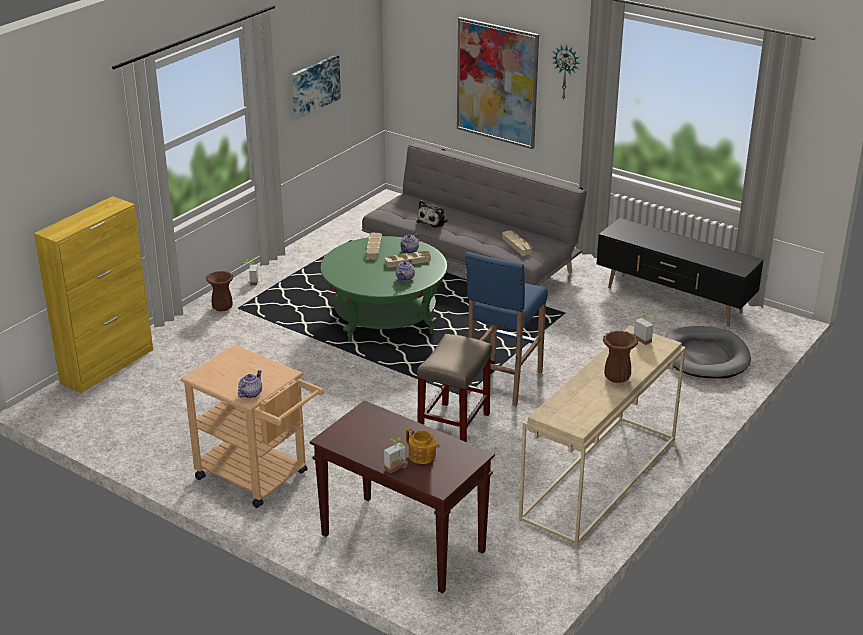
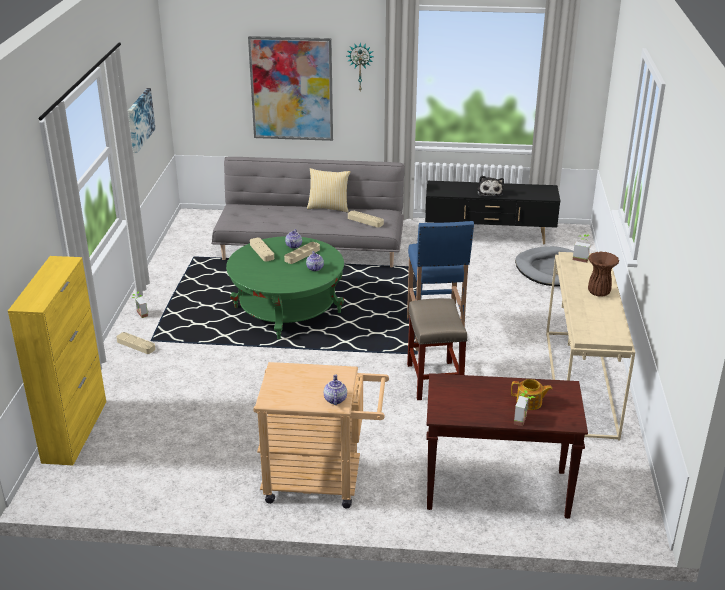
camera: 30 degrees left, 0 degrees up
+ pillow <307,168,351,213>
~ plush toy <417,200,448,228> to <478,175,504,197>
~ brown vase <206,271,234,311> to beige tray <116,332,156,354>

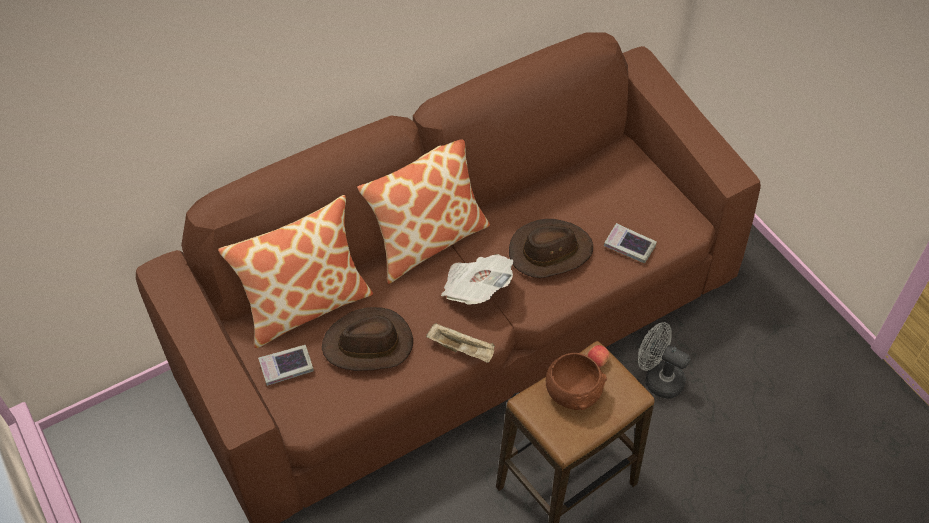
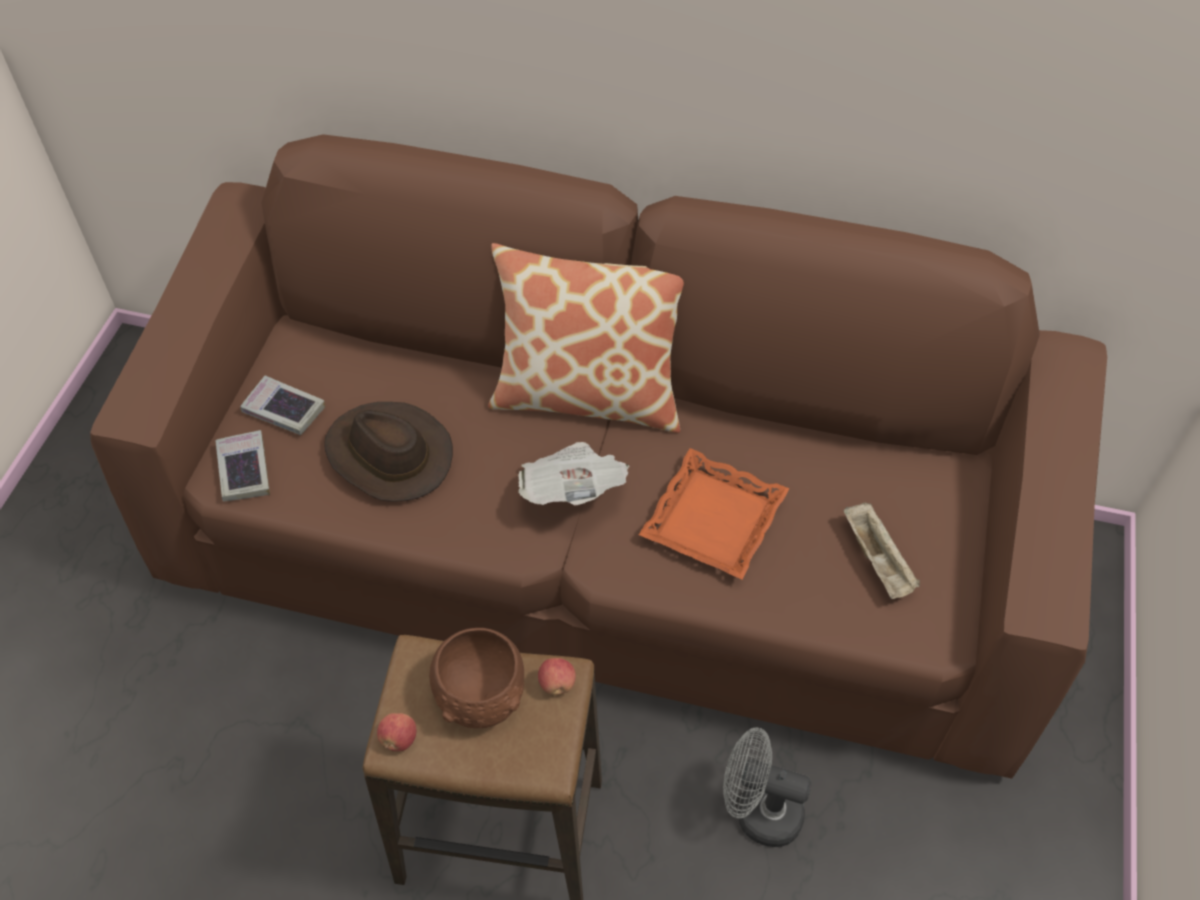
camera: 45 degrees right, 0 degrees up
- pillow <218,195,373,348>
+ apple <377,713,416,751>
~ beige tray <426,323,495,363> to <843,502,920,599>
~ book <604,223,657,264> to <215,430,270,502>
~ brown hat <509,219,593,278> to orange tray <639,448,789,579>
~ grey fan <638,322,690,399> = <723,727,812,847> 60 degrees counterclockwise

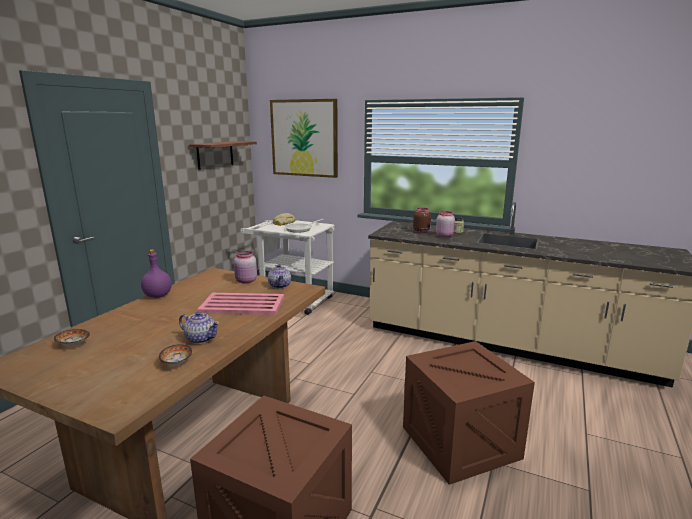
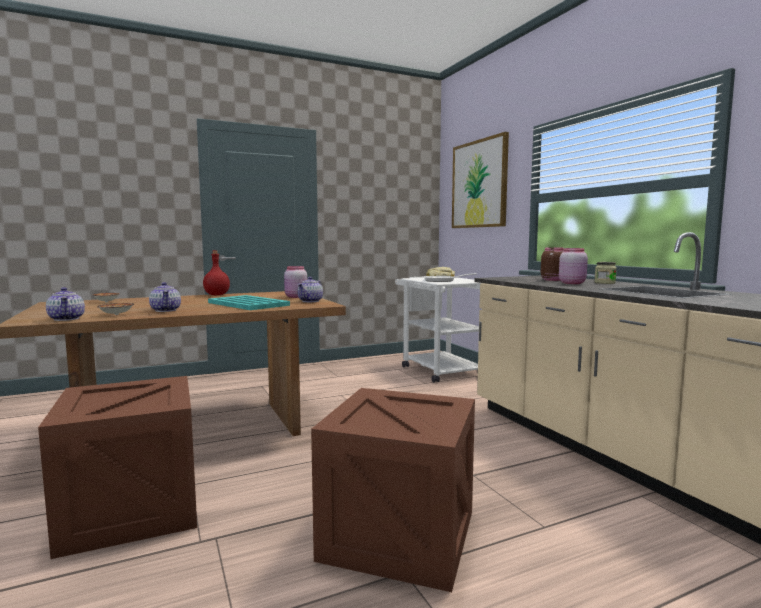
camera: 40 degrees right, 10 degrees down
- shelf <189,141,257,170>
+ teapot <46,287,85,321>
~ purple bottle <141,249,172,298> to red bottle <203,250,230,295>
~ pink tray <197,293,284,315> to turquoise tray <208,295,290,310>

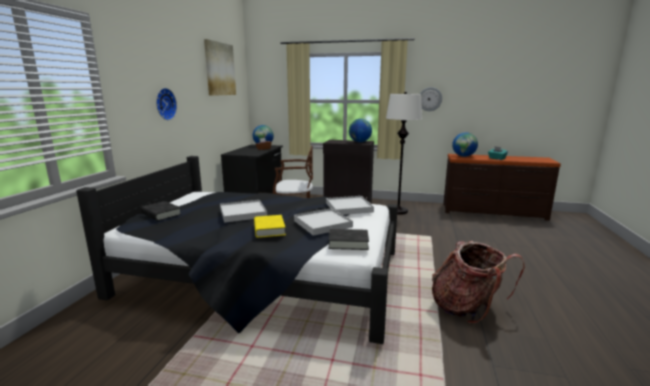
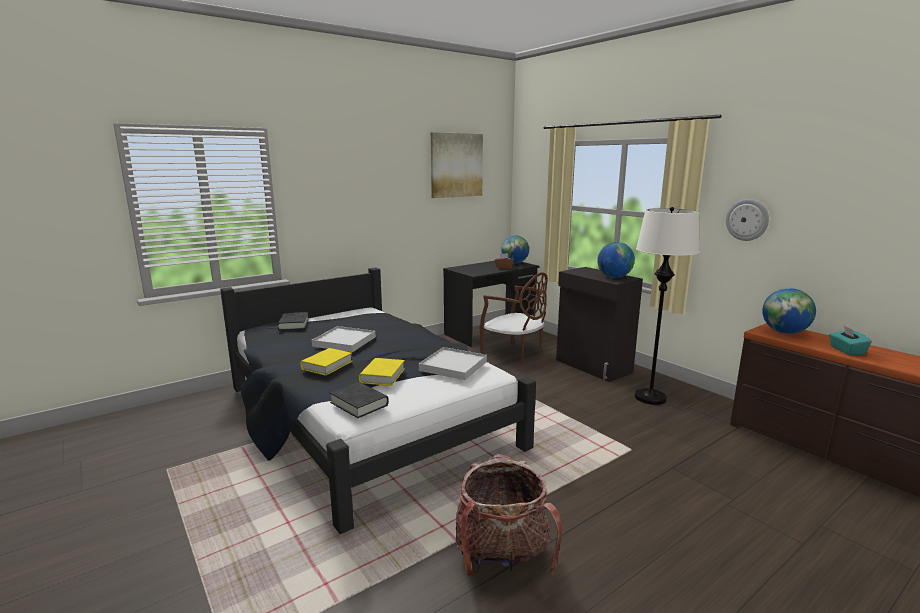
camera: 40 degrees right, 0 degrees up
- wall clock <156,88,177,120>
~ white tray <294,208,353,236> to yellow book <359,358,405,386>

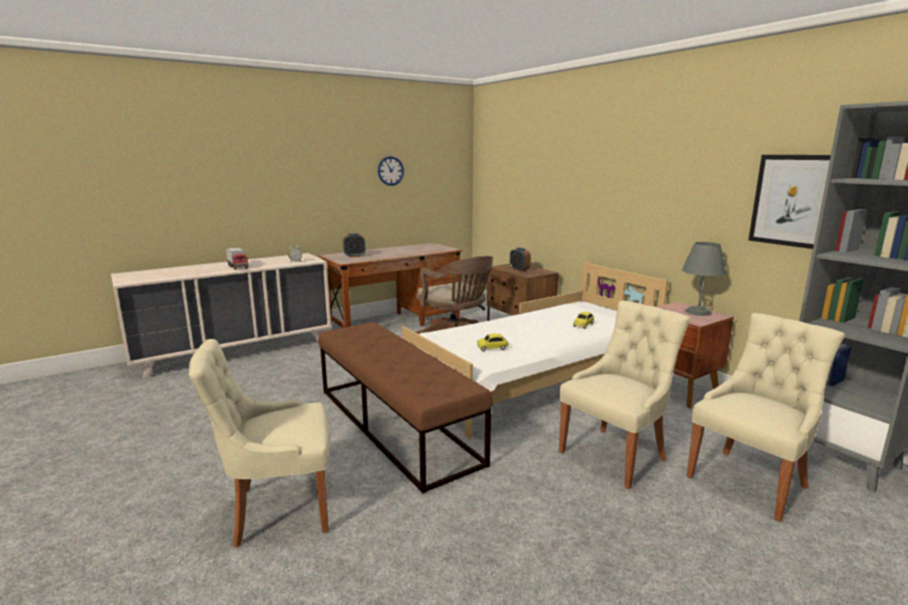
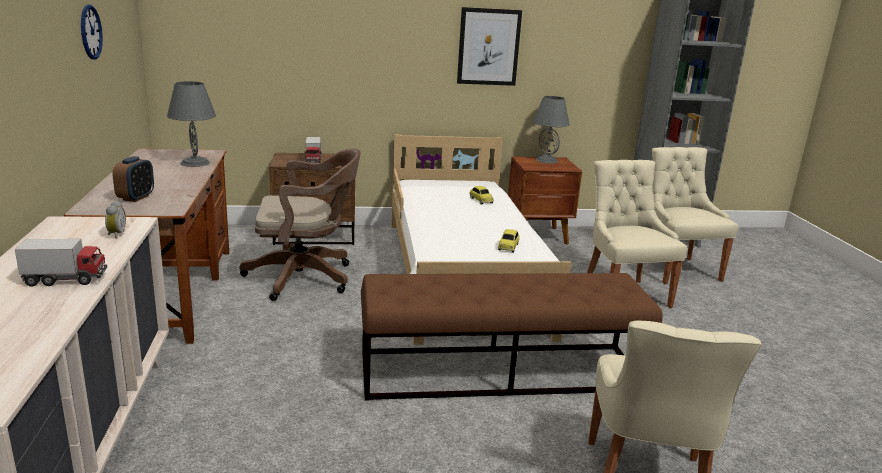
camera: 65 degrees left, 5 degrees up
+ grey table lamp <167,81,216,167>
~ picture <748,155,831,249> to <457,7,522,86>
~ alarm clock <510,248,531,272> to toy truck <305,137,321,163>

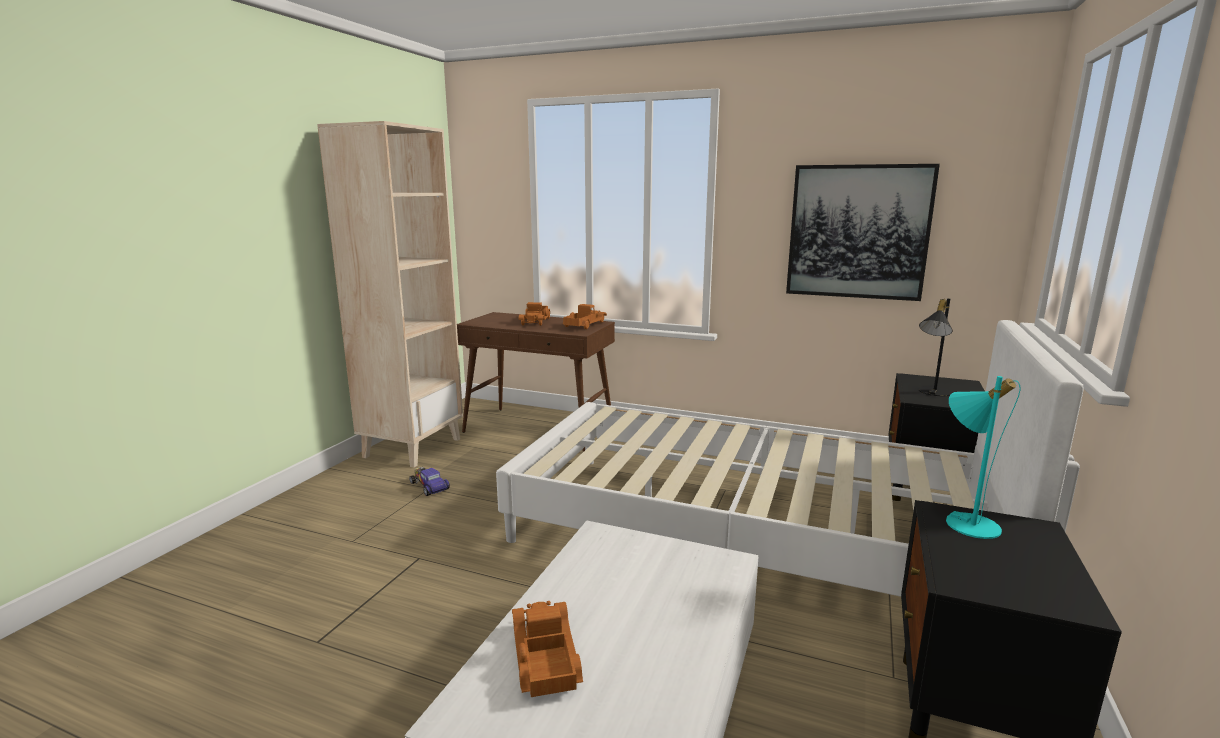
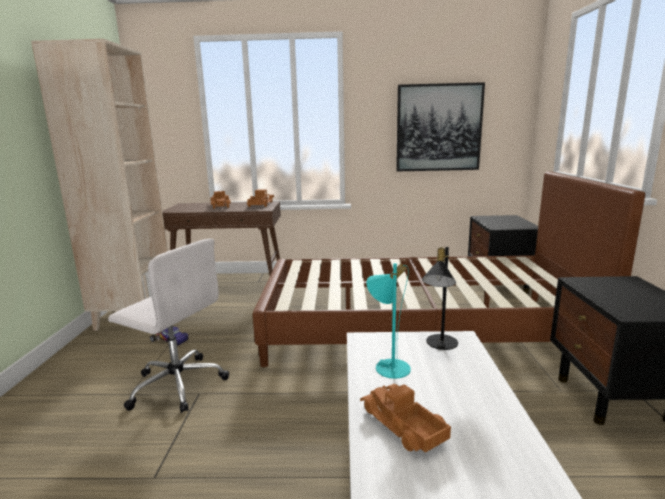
camera: 20 degrees left, 0 degrees up
+ white office chair <108,239,229,413>
~ black table lamp <919,298,953,397> to <422,247,458,350>
~ turquoise table lamp <946,376,1021,539> to <366,263,411,379>
~ white bed <496,320,1084,597> to brown bed <252,172,645,367>

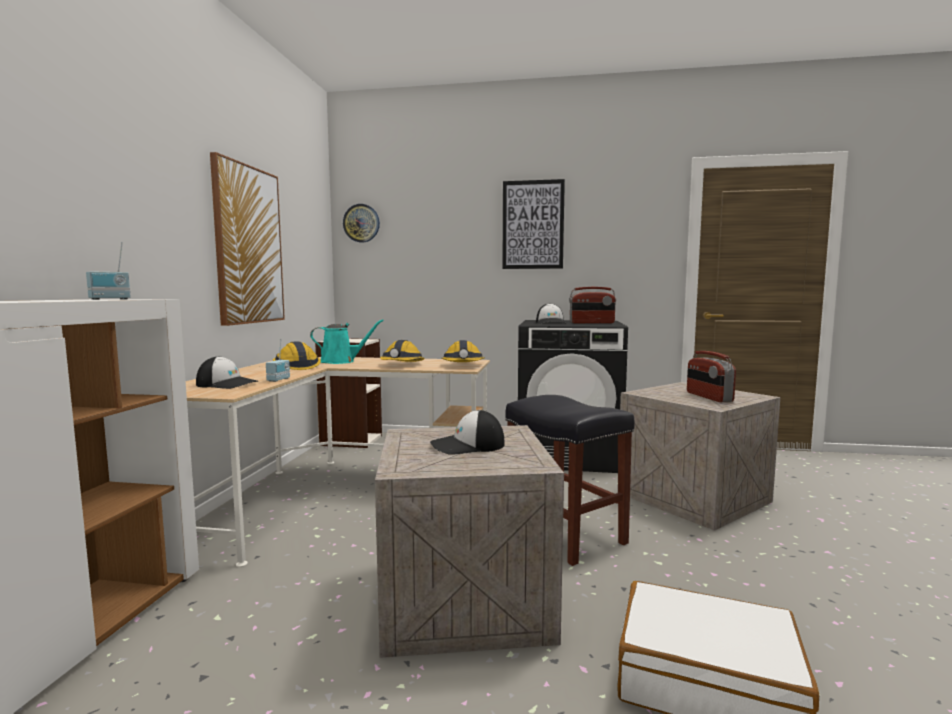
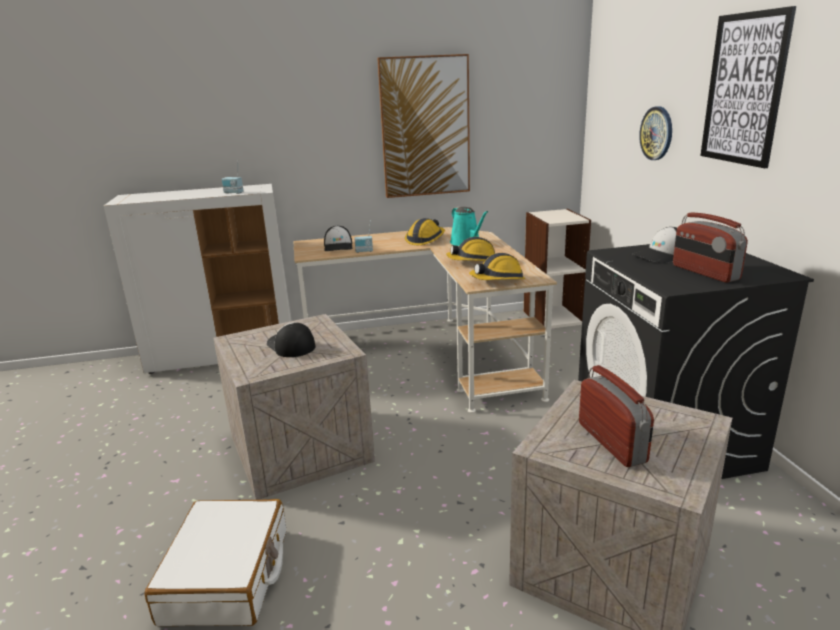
camera: 70 degrees right, 15 degrees up
- black stool <505,395,635,566>
~ wall clock <343,204,380,243> to <639,106,672,160>
~ radio <687,351,736,402> = <579,365,654,467> 105 degrees clockwise

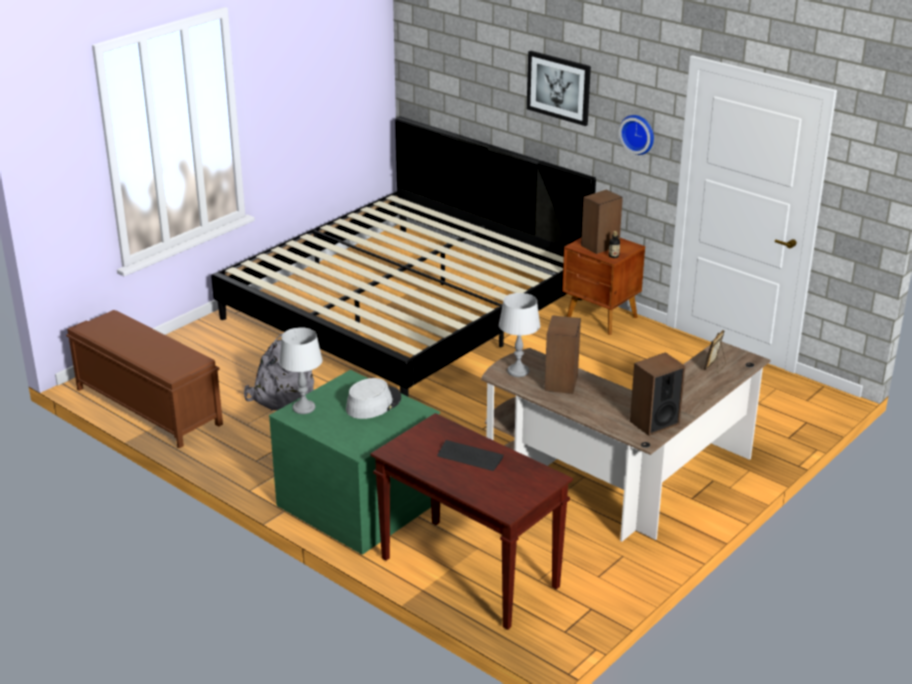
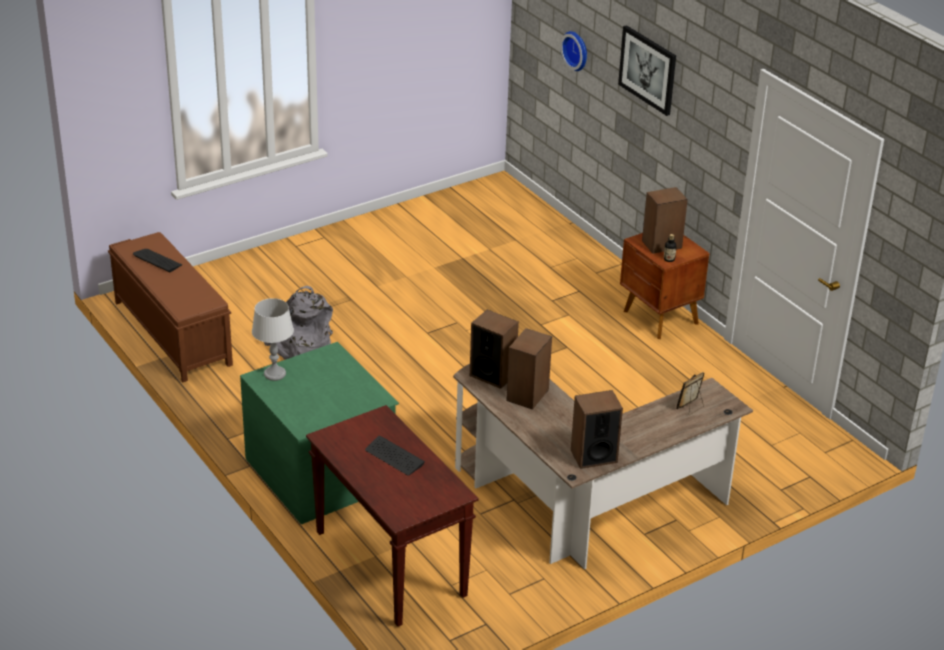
camera: 15 degrees right, 5 degrees up
- bed <211,116,596,396>
- grey hat <346,378,401,419>
+ keyboard <133,249,182,272>
~ wall clock <619,115,654,155> to <560,31,587,71>
~ grey table lamp <499,293,541,377> to speaker <470,310,519,389>

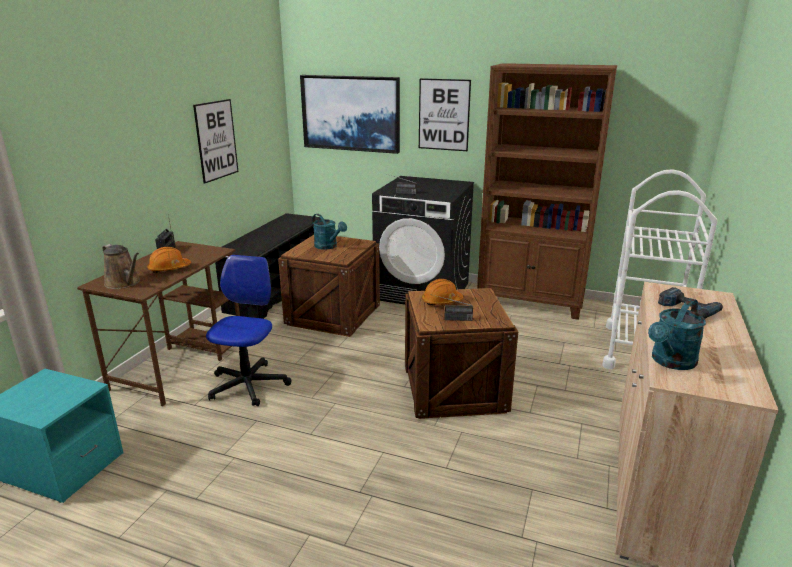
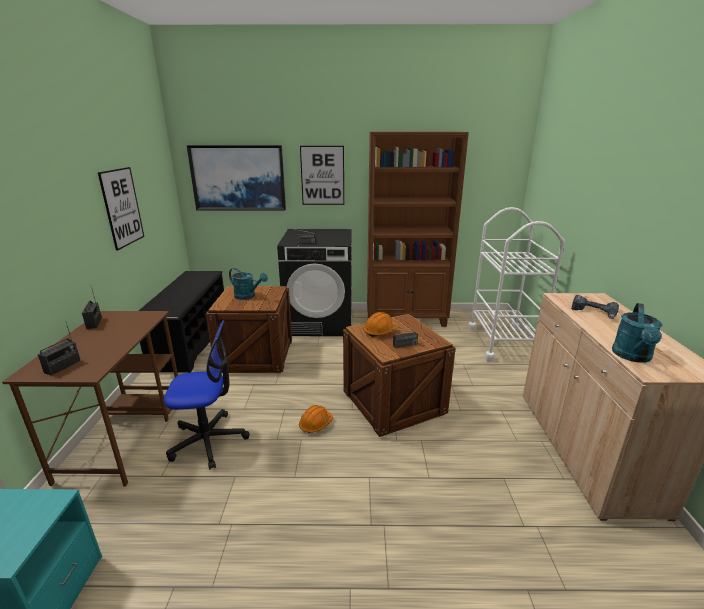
camera: 20 degrees left, 0 degrees up
~ orange hard hat <147,247,191,273> to <299,405,333,433>
~ brown watering can <102,244,140,289> to radio <37,323,81,376>
~ office chair <206,255,292,406> = <164,320,250,470> 90 degrees clockwise

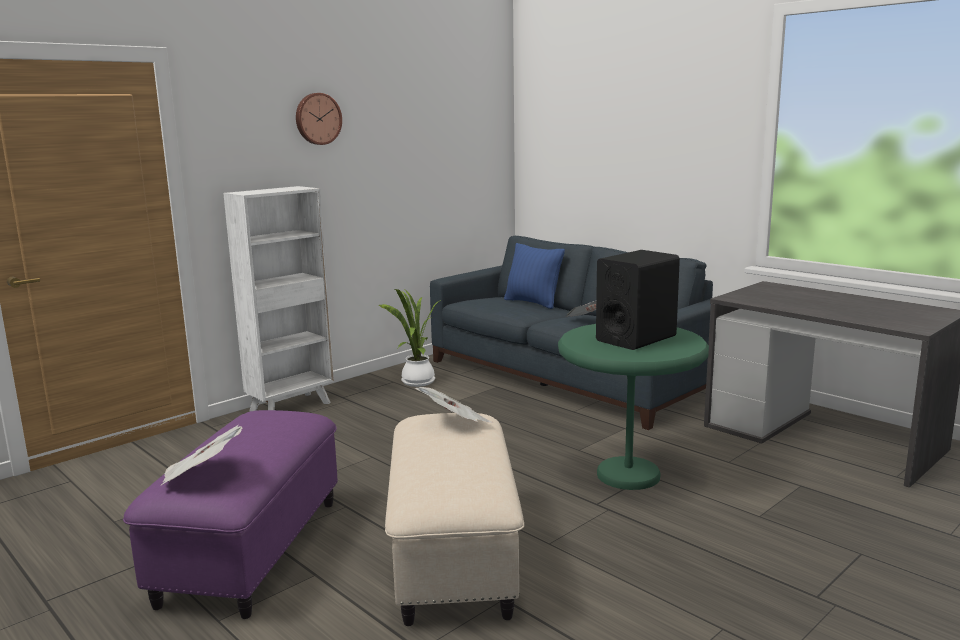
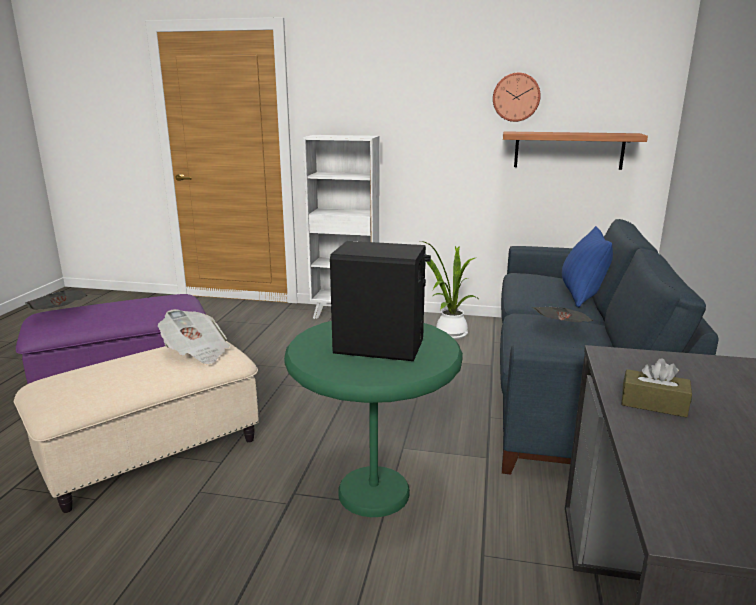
camera: 55 degrees right, 5 degrees up
+ shelf <503,131,648,170>
+ brown tissue box <621,358,692,417>
~ wall clock <296,93,342,145> to <493,73,541,122>

